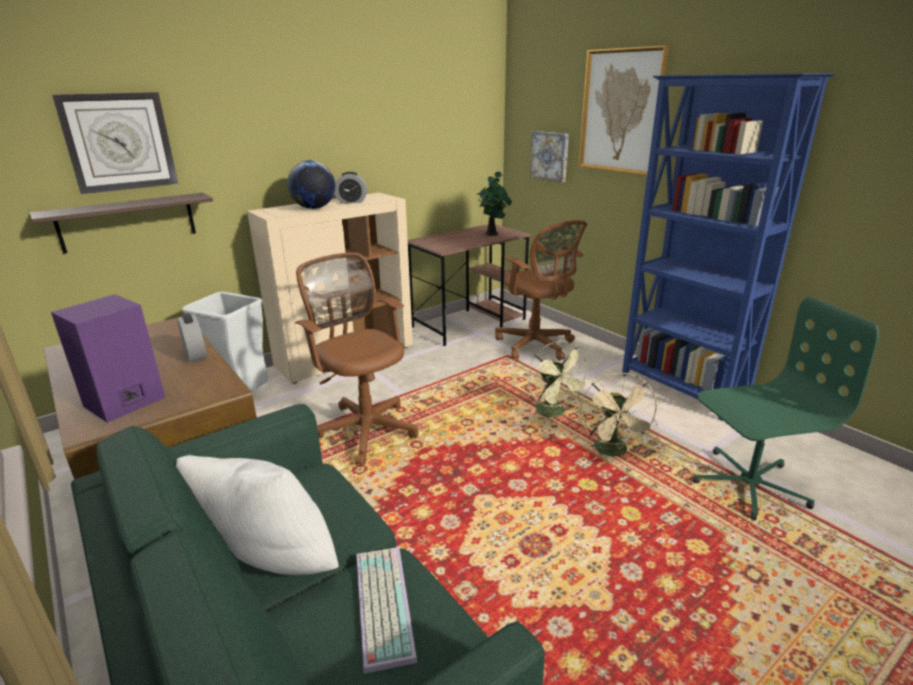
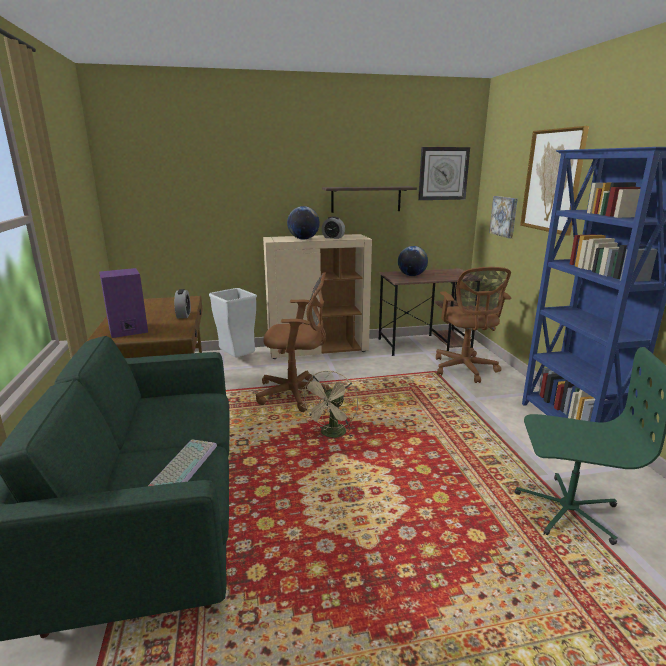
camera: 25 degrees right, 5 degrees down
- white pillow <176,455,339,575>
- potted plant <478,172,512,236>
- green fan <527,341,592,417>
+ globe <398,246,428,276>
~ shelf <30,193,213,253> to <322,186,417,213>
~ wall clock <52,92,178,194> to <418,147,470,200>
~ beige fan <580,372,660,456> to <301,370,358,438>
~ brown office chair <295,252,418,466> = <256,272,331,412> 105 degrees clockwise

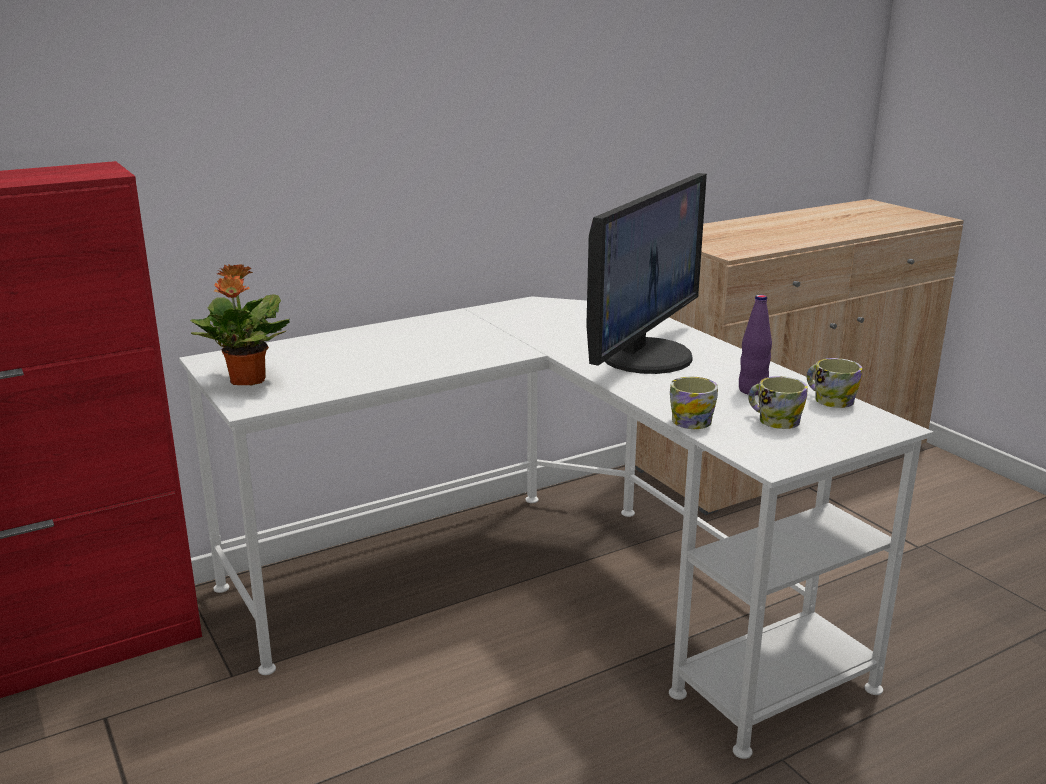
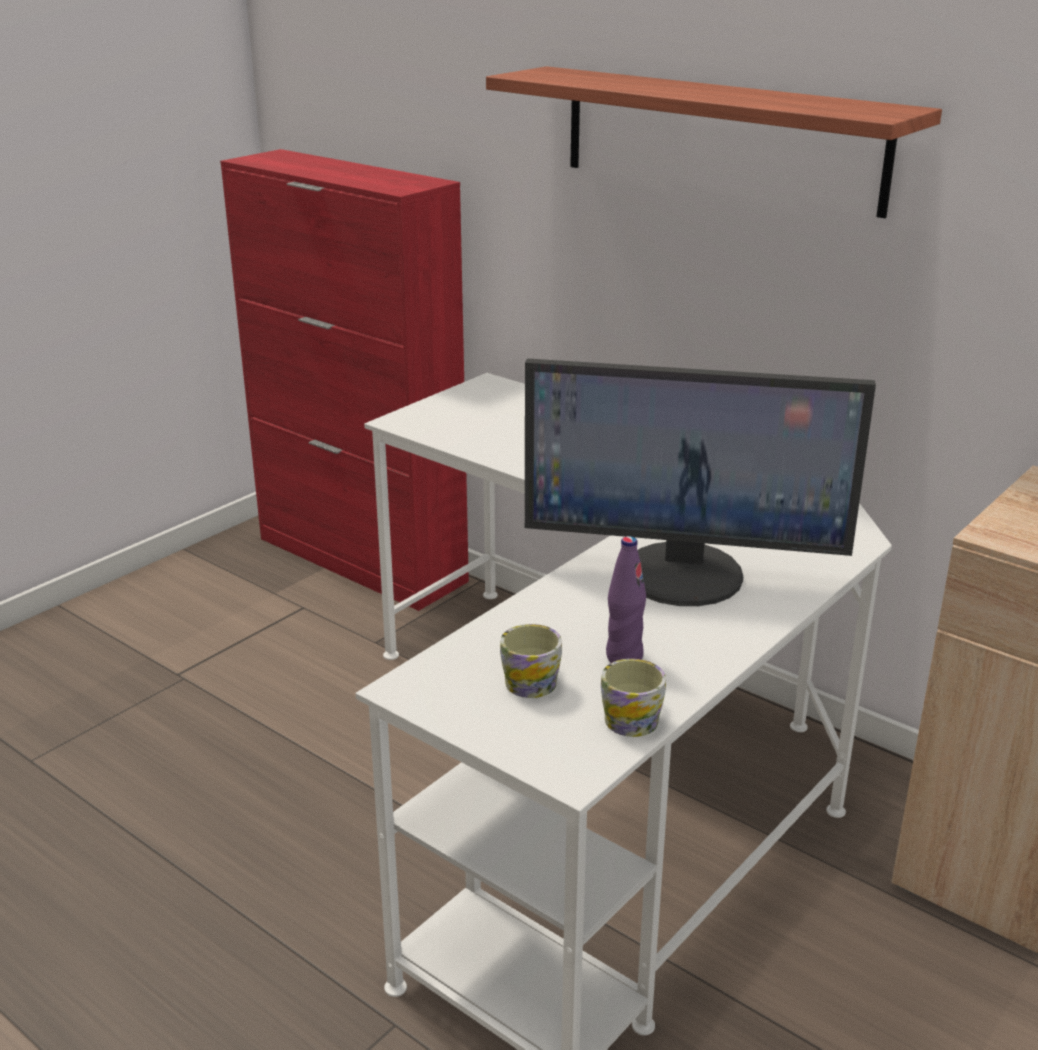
camera: 70 degrees right, 5 degrees up
- potted plant <190,264,290,385>
- mug <670,377,718,429>
+ shelf <486,66,942,218>

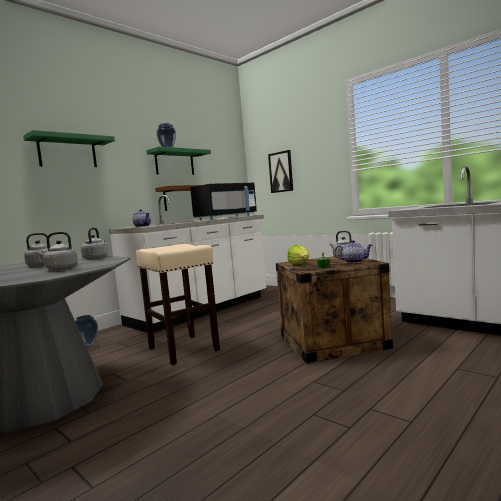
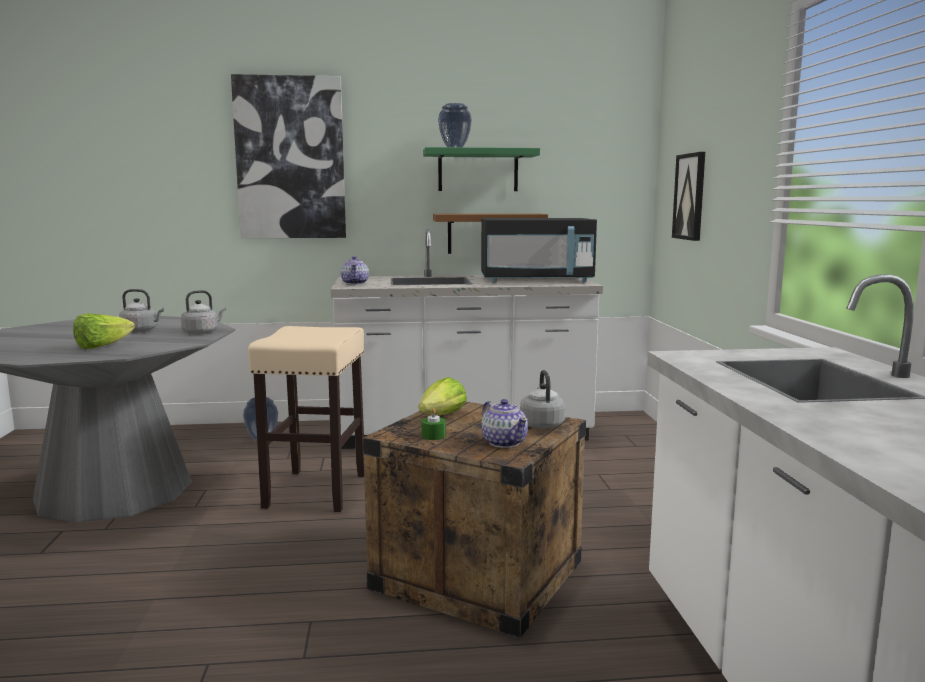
camera: 40 degrees right, 5 degrees up
~ green shelf <23,130,115,167> to picture <231,74,346,238>
~ grey kettle <36,232,78,271> to lettuce <73,313,135,349>

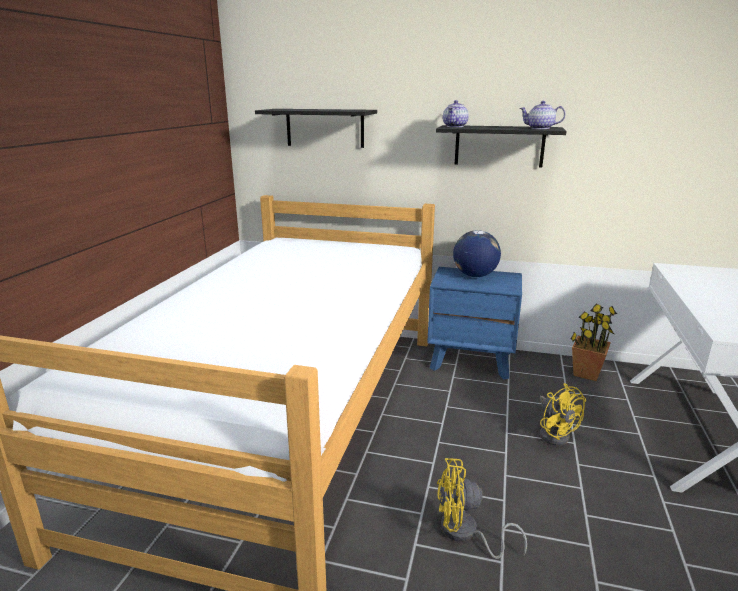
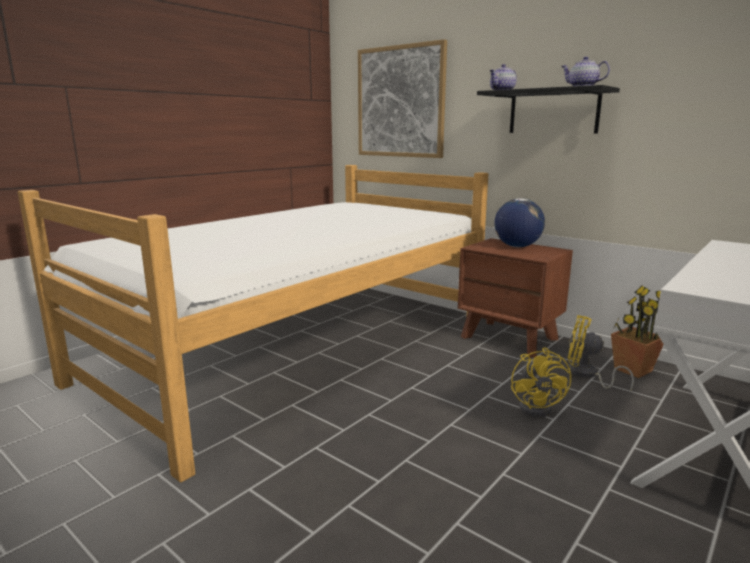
camera: 25 degrees right, 5 degrees down
~ yellow fan <437,458,527,559> to <568,315,634,392>
~ black shelf <255,109,377,148> to picture <358,39,447,158>
~ blue nightstand <427,267,522,379> to brown nightstand <458,238,573,358>

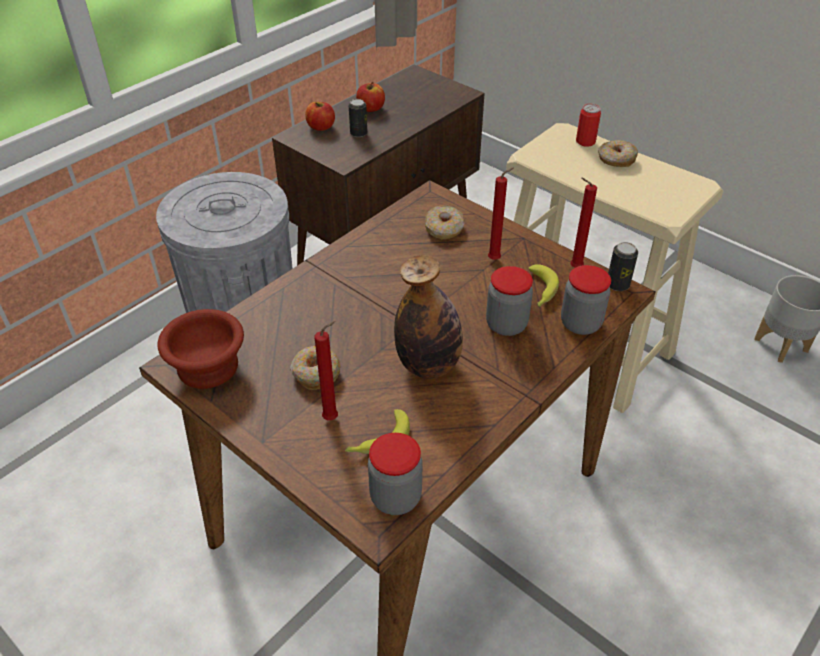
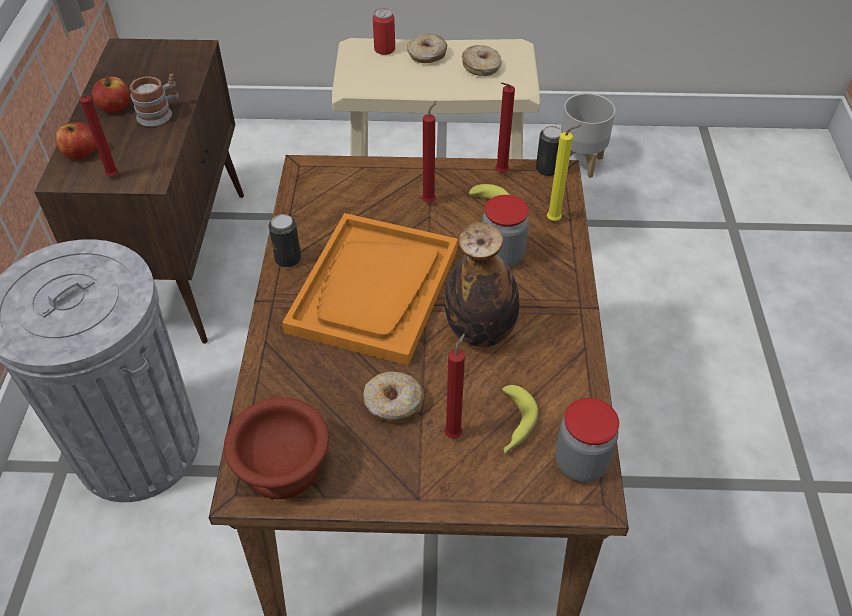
camera: 40 degrees left, 5 degrees up
+ red candle <80,94,118,177>
+ mug <130,74,179,127>
+ orange tray <282,213,458,366>
~ can <349,99,367,137> to <269,214,301,267>
~ donut <425,205,465,239> to <462,45,502,76>
~ jar <561,265,611,335> to yellow candle <547,125,582,221>

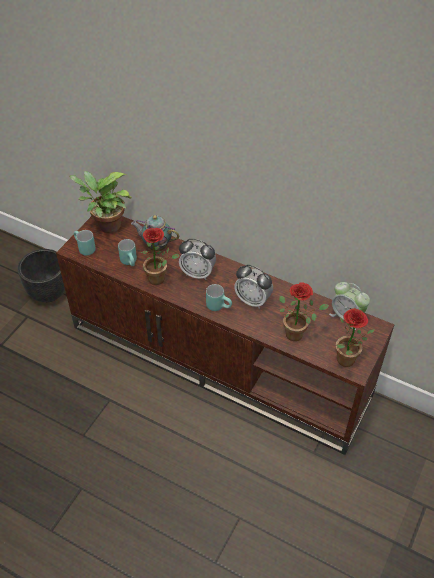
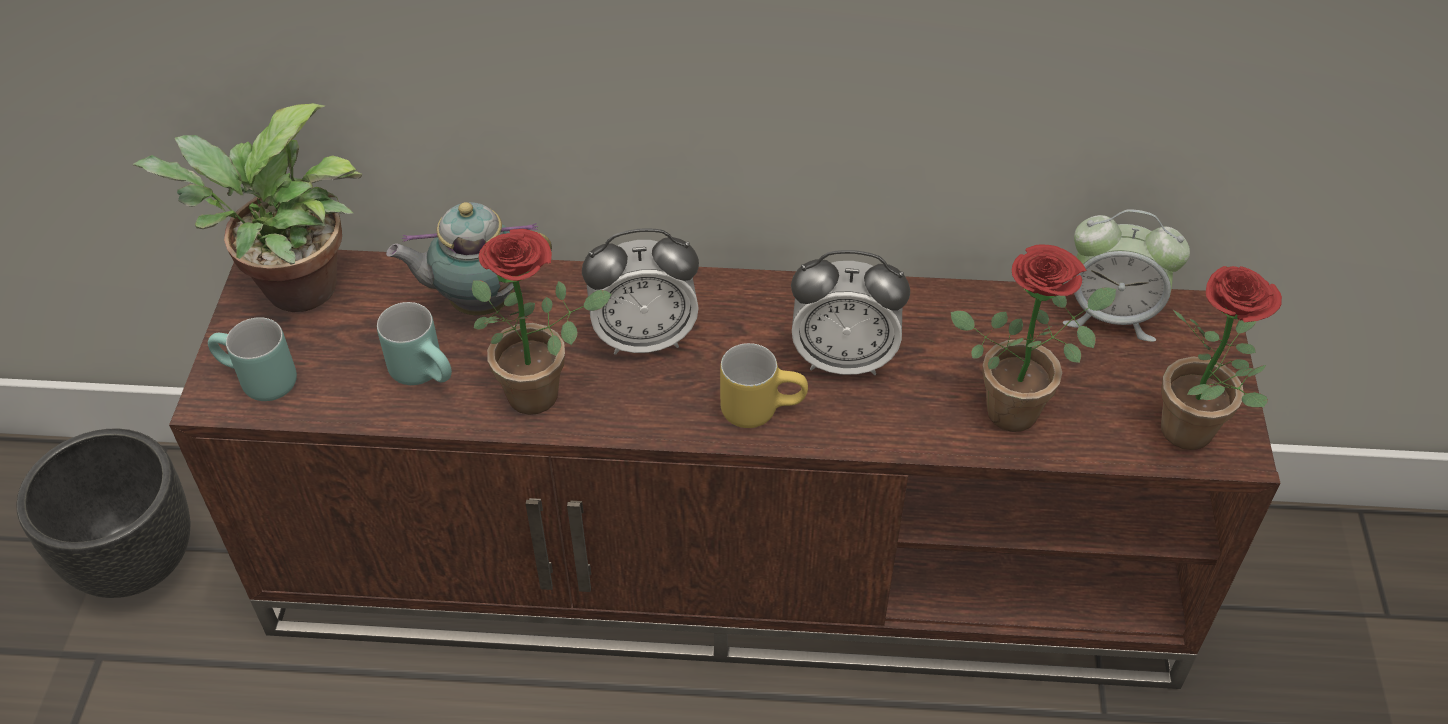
camera: 25 degrees left, 0 degrees up
~ turquoise mug <206,284,232,311> to yellow mug <720,343,808,428>

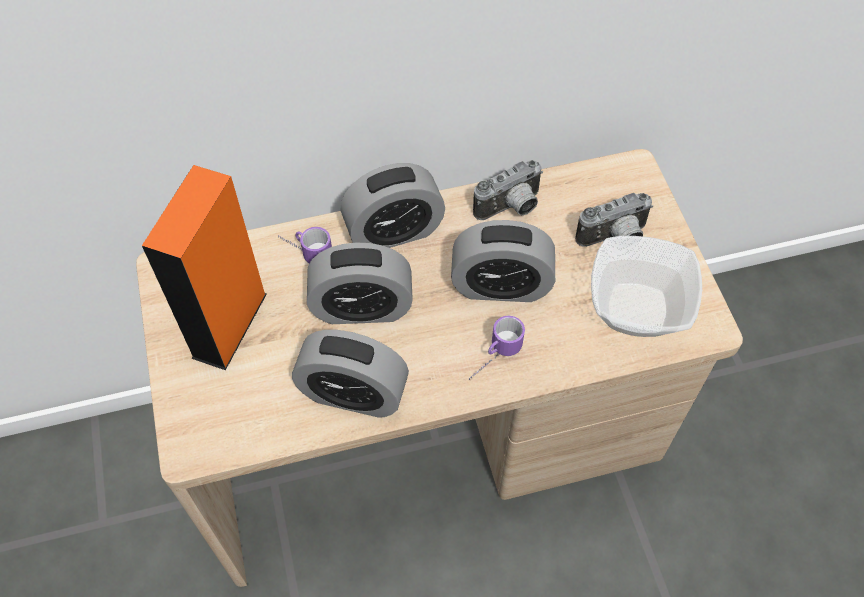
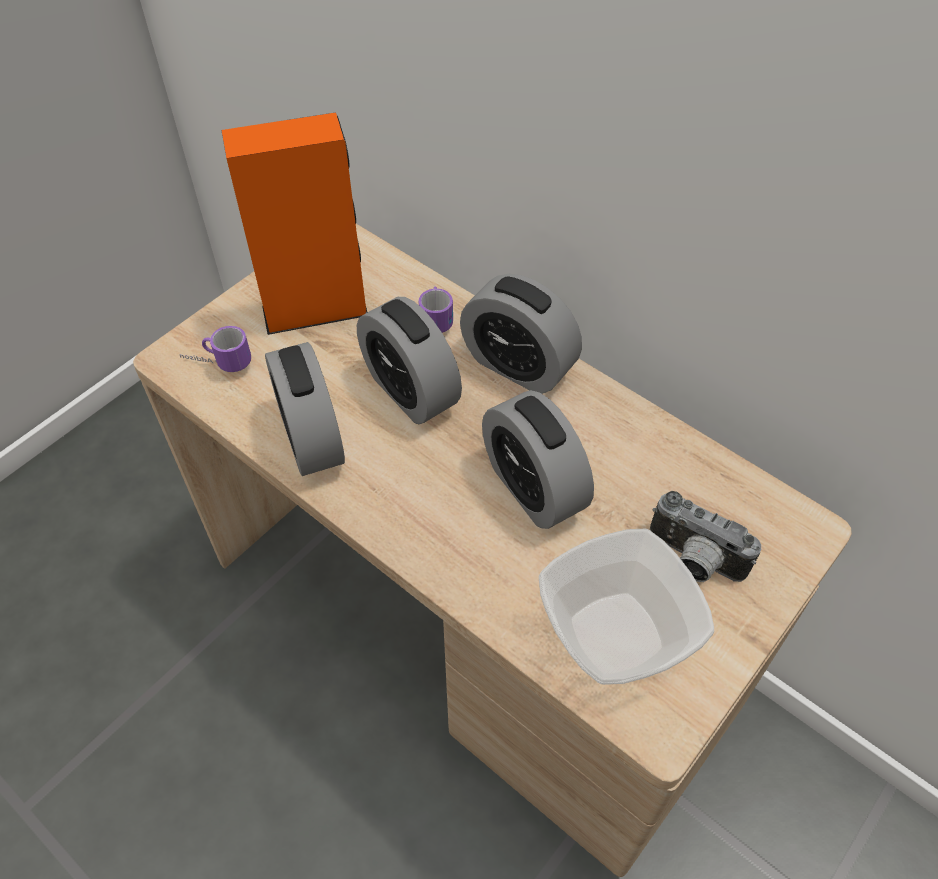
camera: 55 degrees right, 5 degrees down
- photo camera <473,160,543,220>
~ mug <469,316,525,380> to <180,326,251,372>

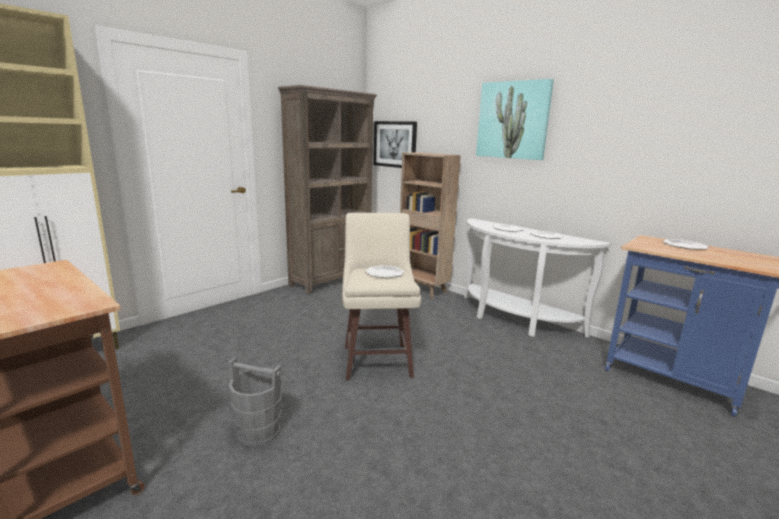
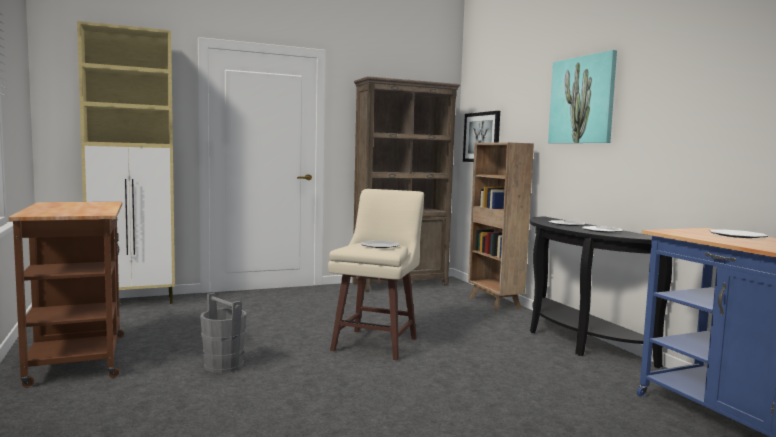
camera: 25 degrees right, 10 degrees down
~ white console table <464,218,611,338> to black console table <530,216,672,368>

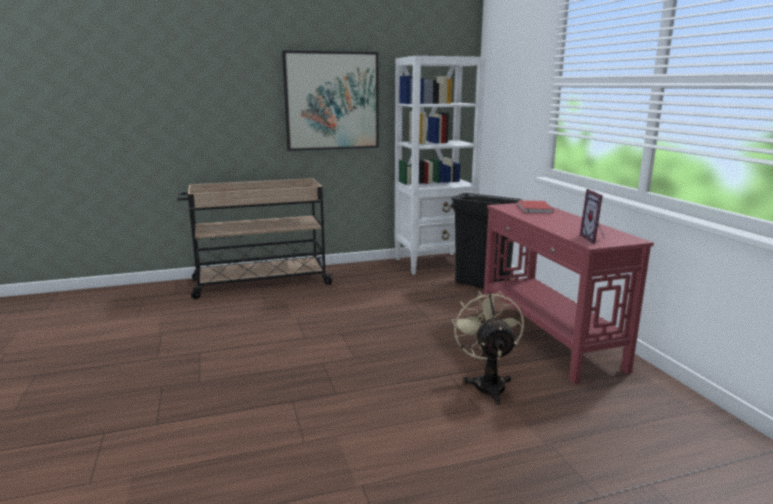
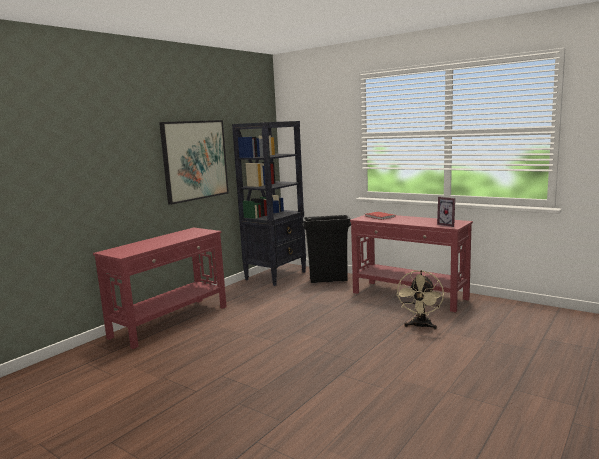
camera: 35 degrees left, 5 degrees down
~ beige cart <177,178,333,299> to red console table <93,228,227,349>
~ white bookcase <395,56,486,275> to black bookcase <232,121,306,286>
~ beige fan <452,291,524,405> = <396,270,444,330> 120 degrees counterclockwise

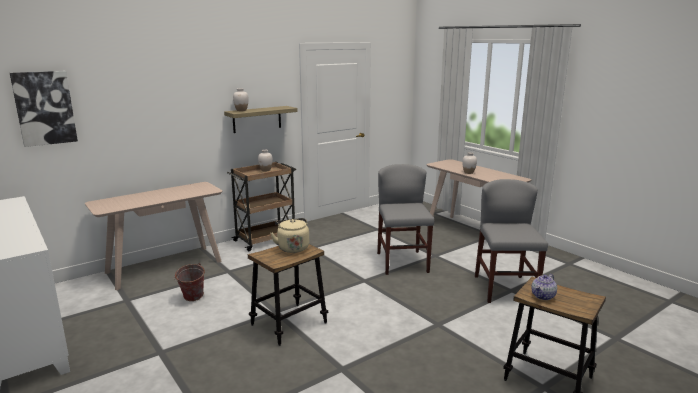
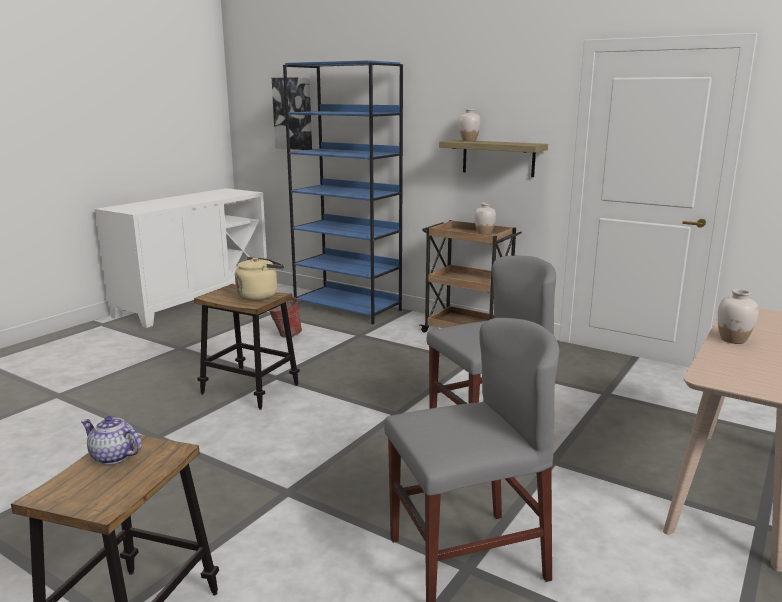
camera: 70 degrees right, 0 degrees up
~ beige console table <85,182,223,290> to blue bookcase <283,60,403,325>

